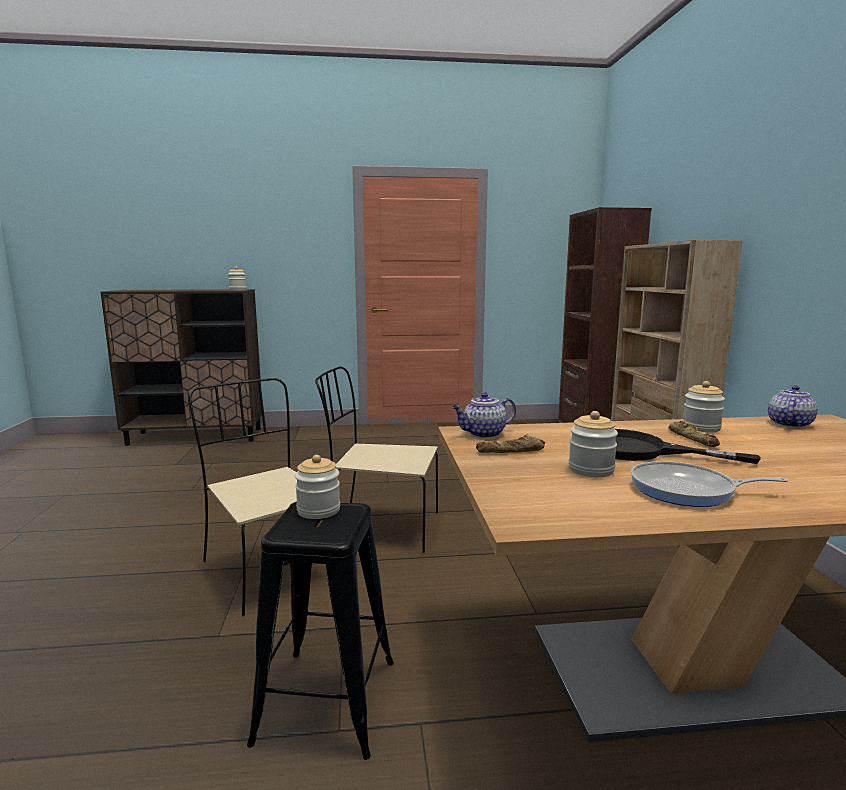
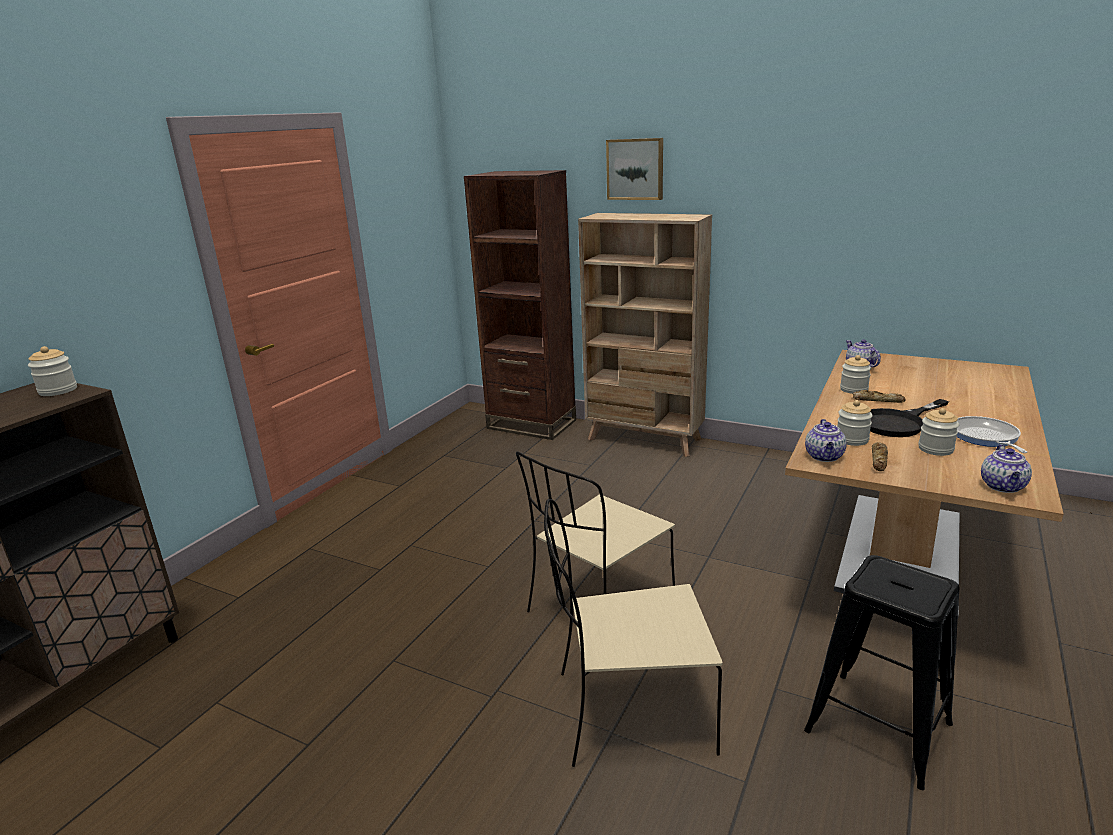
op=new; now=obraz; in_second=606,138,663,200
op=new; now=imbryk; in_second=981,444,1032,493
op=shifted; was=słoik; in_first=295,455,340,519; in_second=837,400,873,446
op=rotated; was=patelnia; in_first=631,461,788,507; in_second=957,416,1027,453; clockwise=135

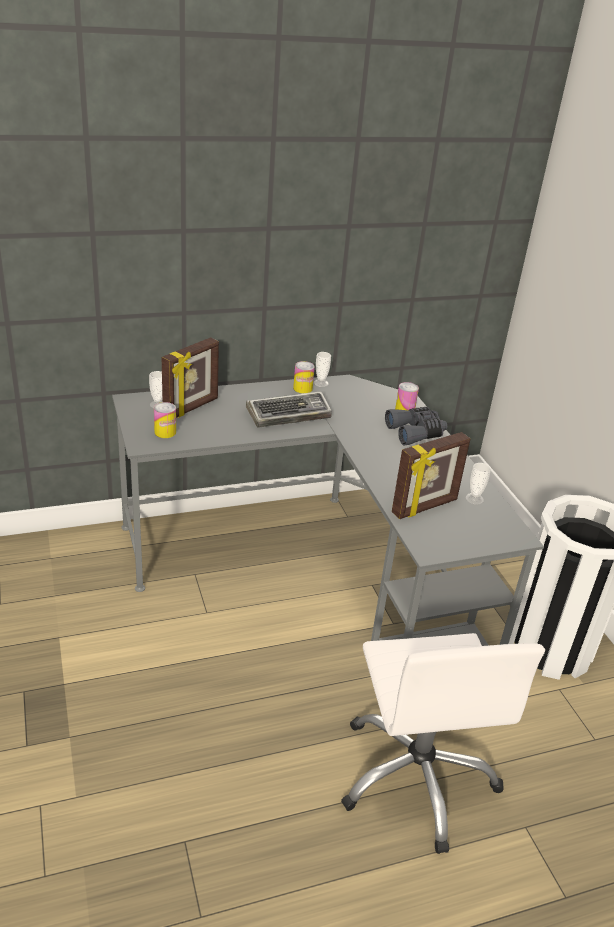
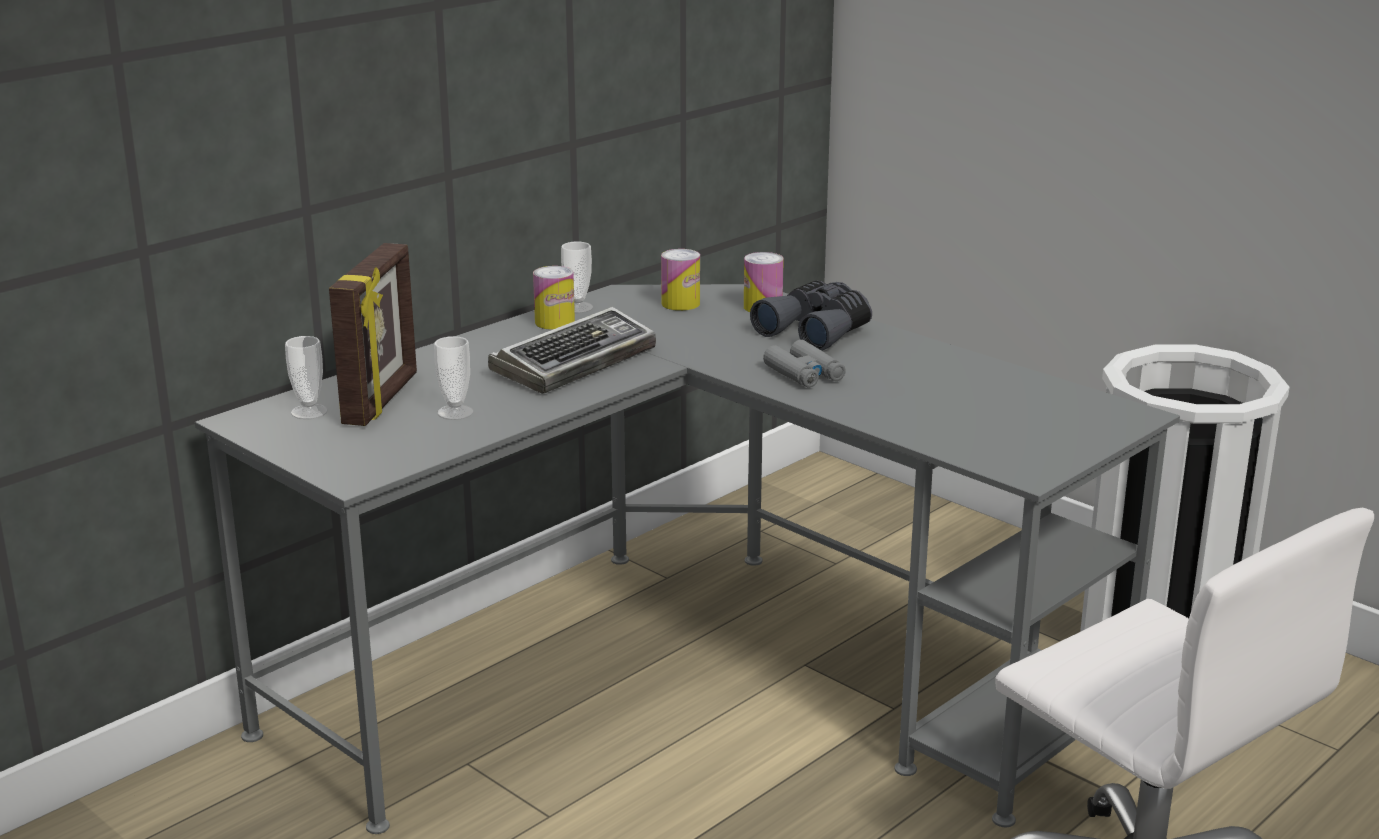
op=gone; was=ramka na zdjęcie; in_first=392,432,470,519
op=new; now=lornetka/szary; in_second=763,340,846,388
op=shifted; was=puszka; in_first=154,402,176,438; in_second=661,249,700,311
op=shifted; was=filiżanka; in_first=465,463,491,505; in_second=434,336,474,420

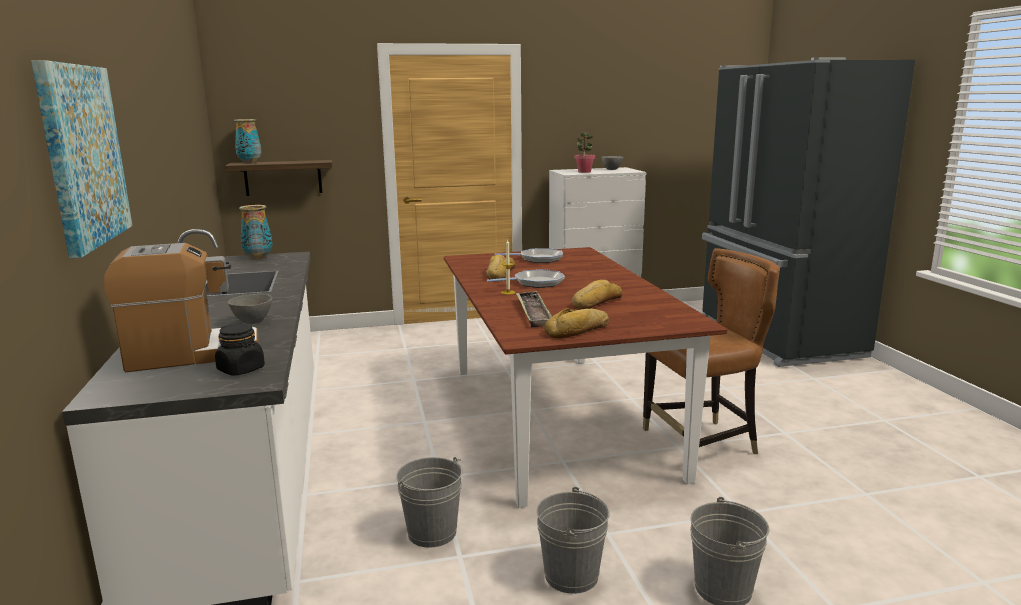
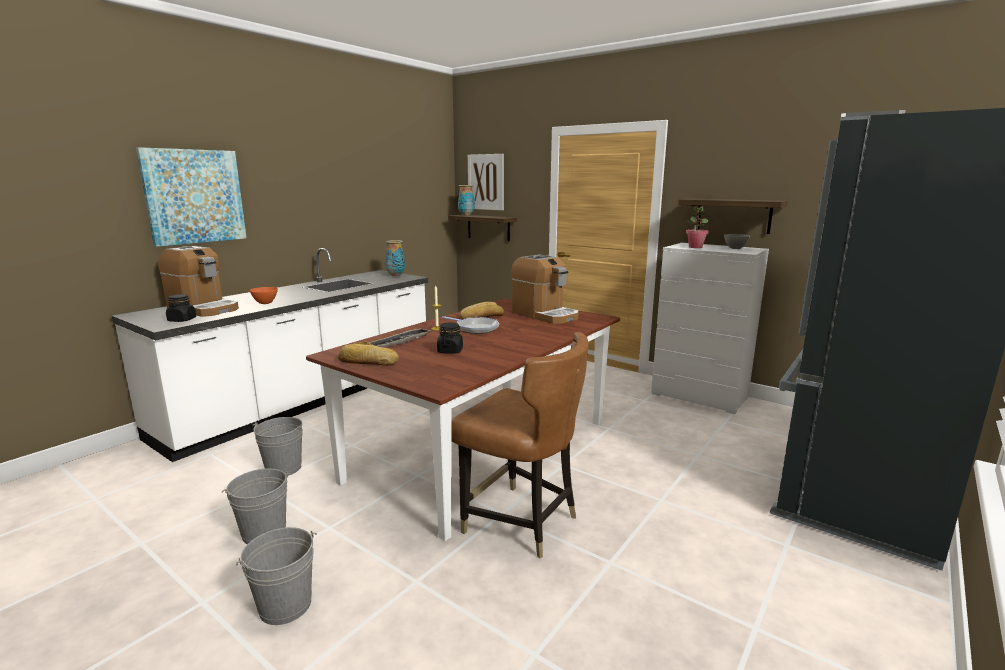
op=new; now=obraz; in_second=468,154,504,210
op=new; now=półka; in_second=678,198,788,234
op=swapped; was=patelnia; now=ekspres do kawy; in_first=495,248,563,263; in_second=511,255,579,324
op=swapped; was=chleb; now=słoik/czarny; in_first=572,280,622,309; in_second=437,322,463,354
op=repainted; was=miska/szary; now=miska/pomarańczowy; in_first=228,294,272,324; in_second=250,287,278,304

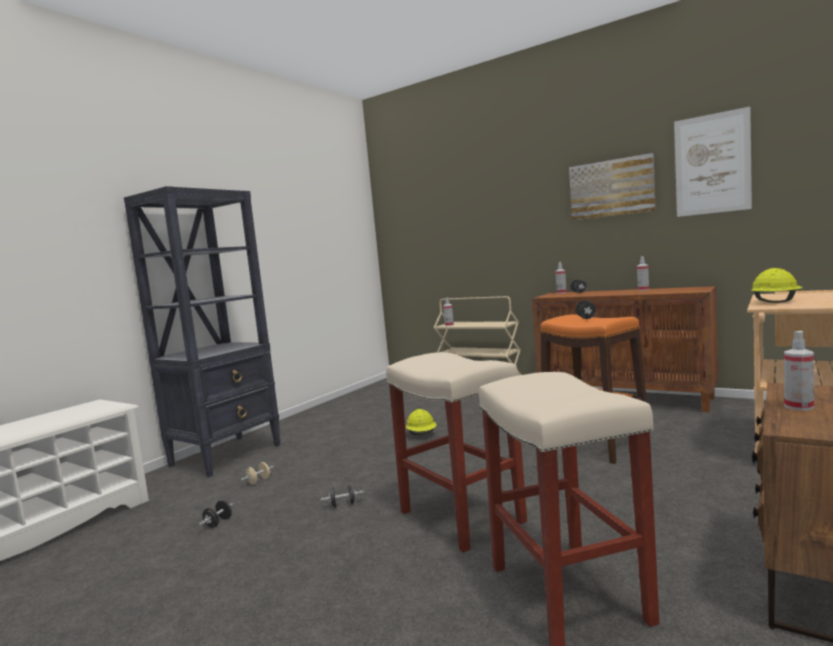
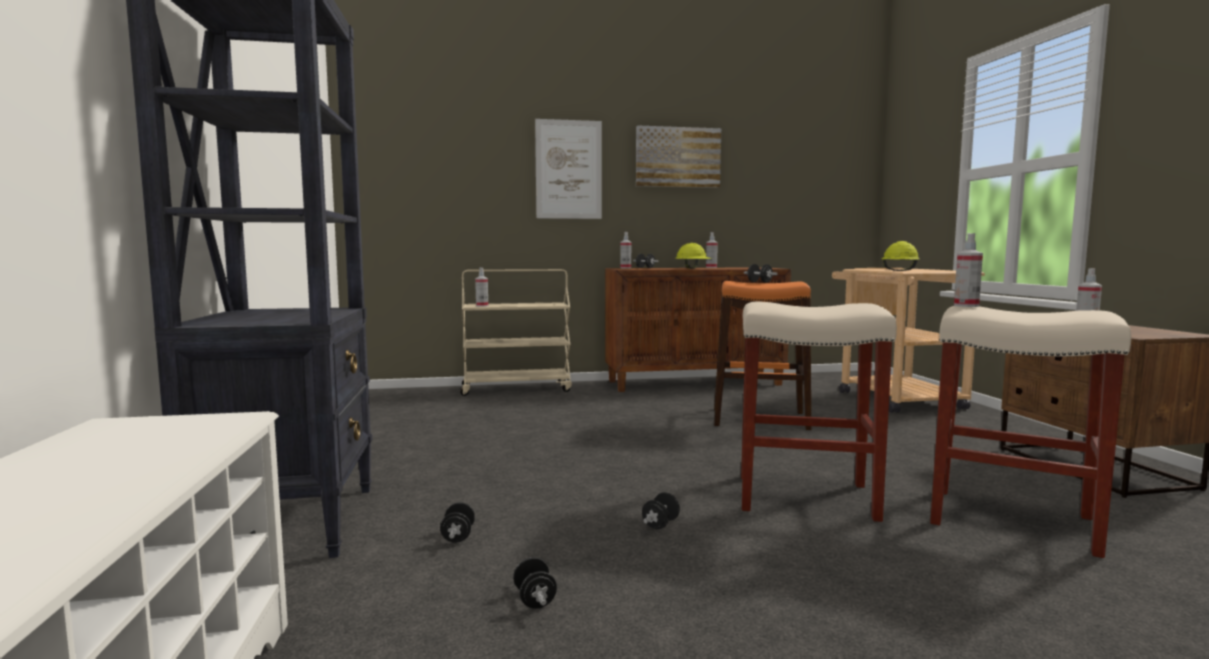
op=new; now=spryskiwacz; in_second=954,233,983,307
op=shifted; was=kask/żółty; in_first=406,409,437,435; in_second=675,243,712,269
op=shifted; was=obraz; in_first=674,107,752,217; in_second=535,119,602,219
op=repainted; was=hantel/beżowy; now=hantel/czarny; in_first=240,462,274,484; in_second=440,502,475,543

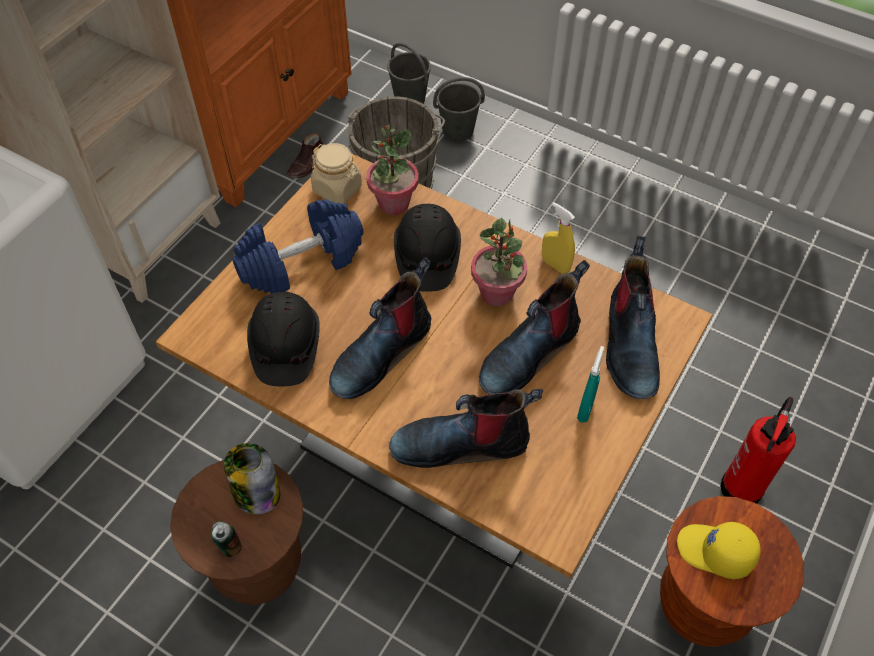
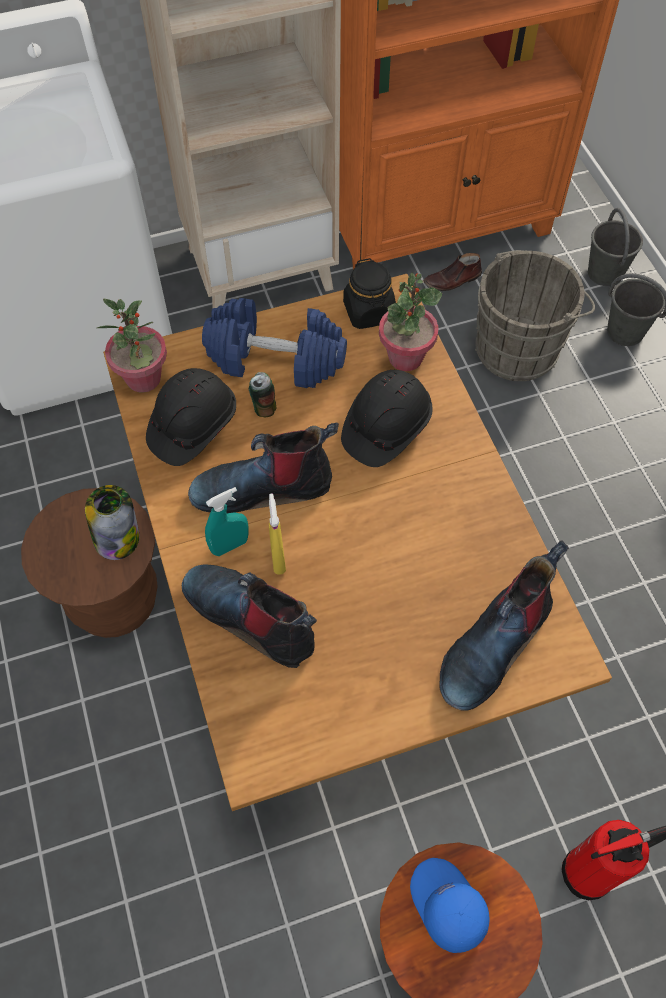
op=gone; was=but z cholewką; in_first=479,260,590,395
op=shifted; was=puszka; in_first=211,521,242,557; in_second=249,372,276,417
op=shifted; was=roślina doniczkowa; in_first=471,218,527,306; in_second=97,298,167,393
op=shifted; was=spryskiwacz/żółty; in_first=542,202,575,274; in_second=269,493,286,575
op=shifted; was=spryskiwacz/turkusowy; in_first=577,346,604,423; in_second=205,487,248,556
op=repainted; was=słoik/beżowy; now=słoik/czarny; in_first=311,143,362,204; in_second=343,258,396,329
op=repainted; was=czapka z daszkiem/żółty; now=czapka z daszkiem/niebieski; in_first=677,522,761,579; in_second=410,858,490,953

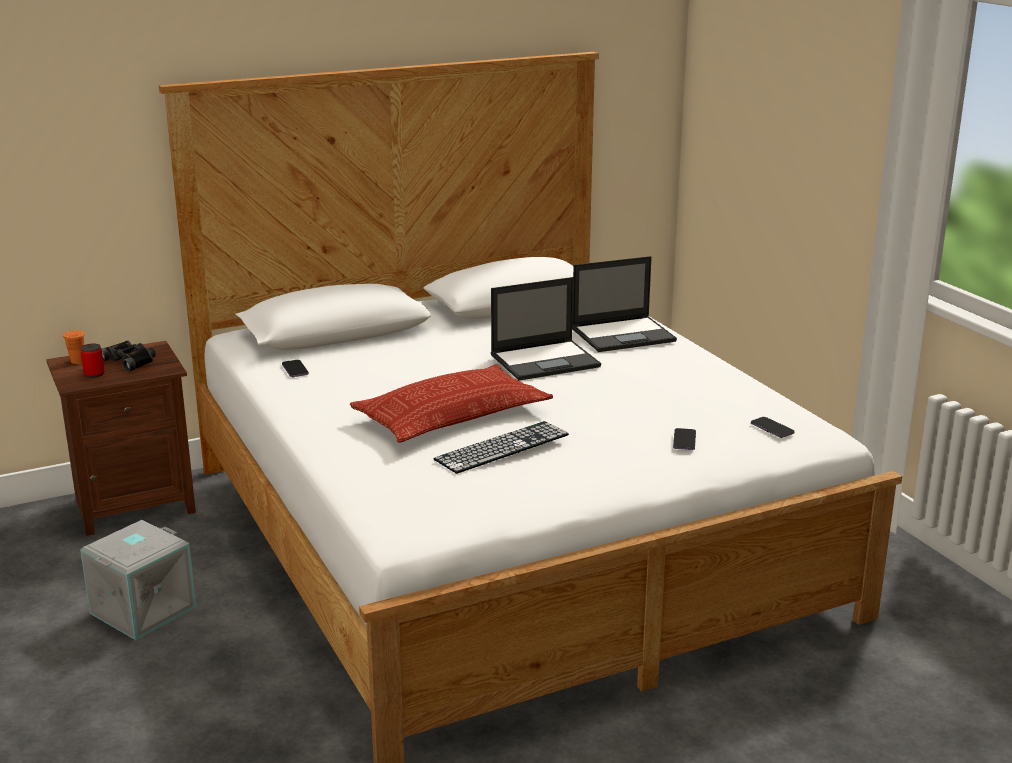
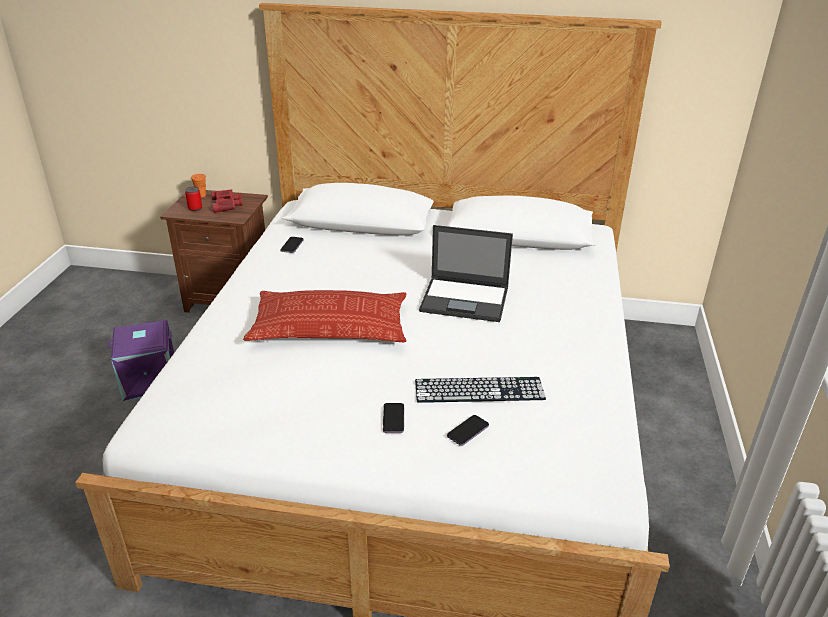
op=gone; was=laptop; in_first=572,256,677,352
op=shifted; was=klawiatura; in_first=433,421,569,474; in_second=415,377,546,403
op=shifted; was=telefon; in_first=751,417,795,438; in_second=383,403,404,433
op=repainted; was=pojemnik do przechowywania/szary; now=pojemnik do przechowywania/fioletowy; in_first=80,520,196,640; in_second=108,320,174,401
op=repainted; was=lornetka/czarny; now=lornetka/czerwony; in_first=102,340,156,372; in_second=211,189,243,213

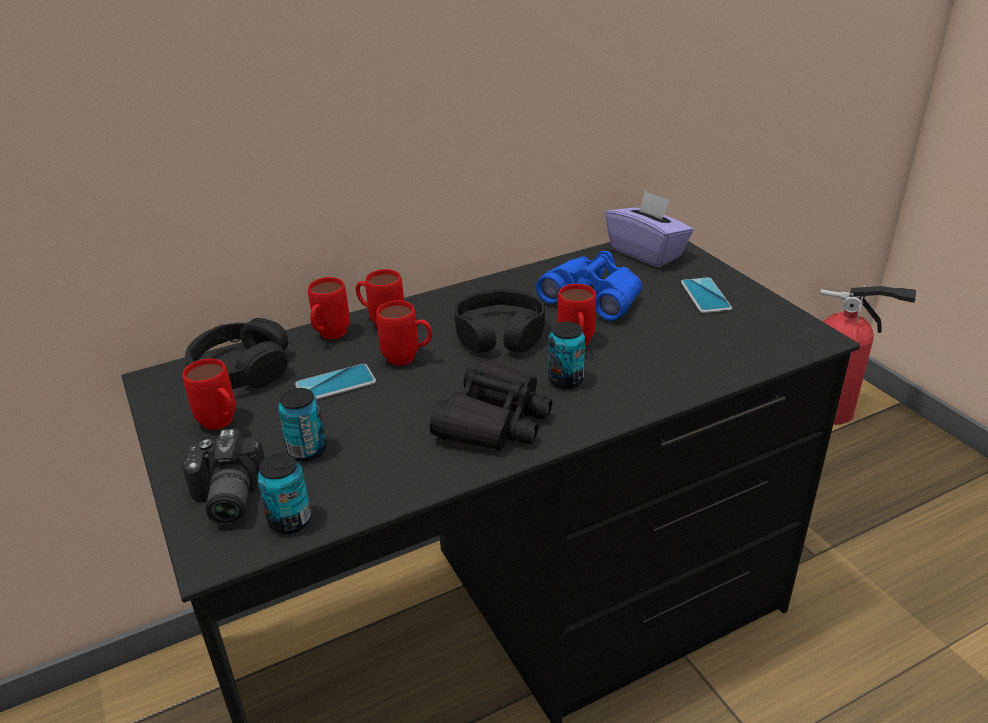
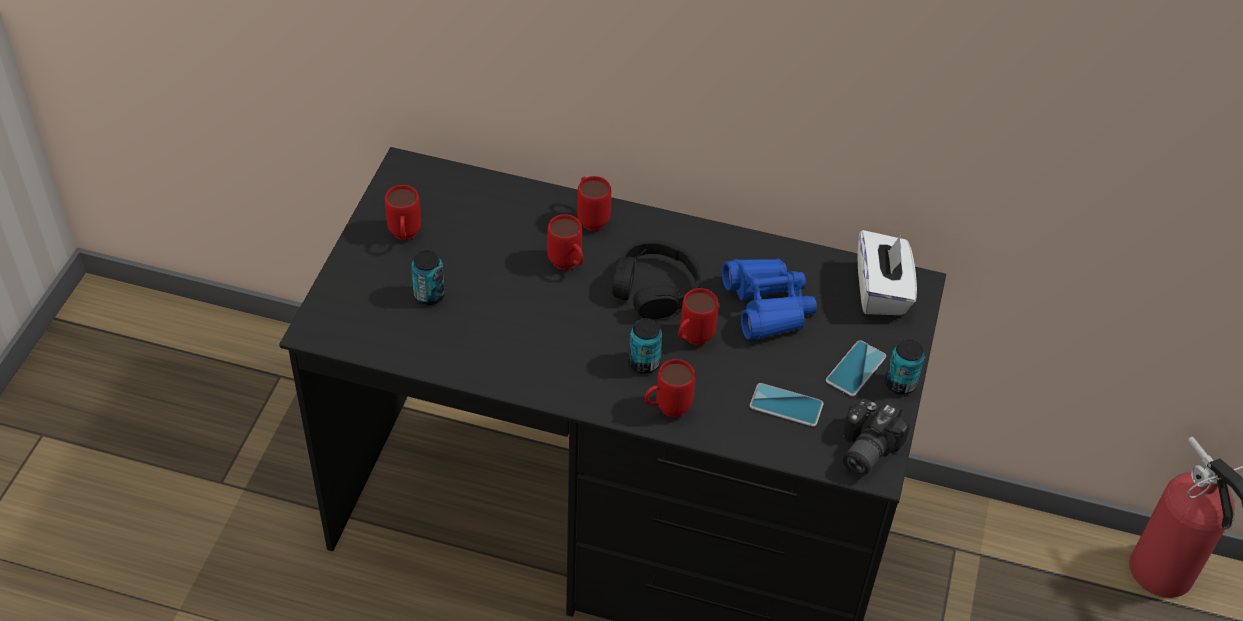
op=gone; was=słuchawki/czarny; in_first=185,318,288,390
op=gone; was=lornetka/czarny; in_first=430,356,552,451
op=shifted; was=aparat fotograficzny; in_first=182,428,265,525; in_second=843,398,910,476
op=shifted; was=puszka; in_first=257,453,312,534; in_second=885,339,925,395
op=shifted; was=telefon; in_first=295,364,376,399; in_second=750,383,824,427
op=shifted; was=kubek/czerwony; in_first=308,277,350,340; in_second=645,359,695,417
op=repainted; was=pudełko chusteczek/fioletowy; now=pudełko chusteczek/biały; in_first=605,191,693,268; in_second=858,230,917,315

